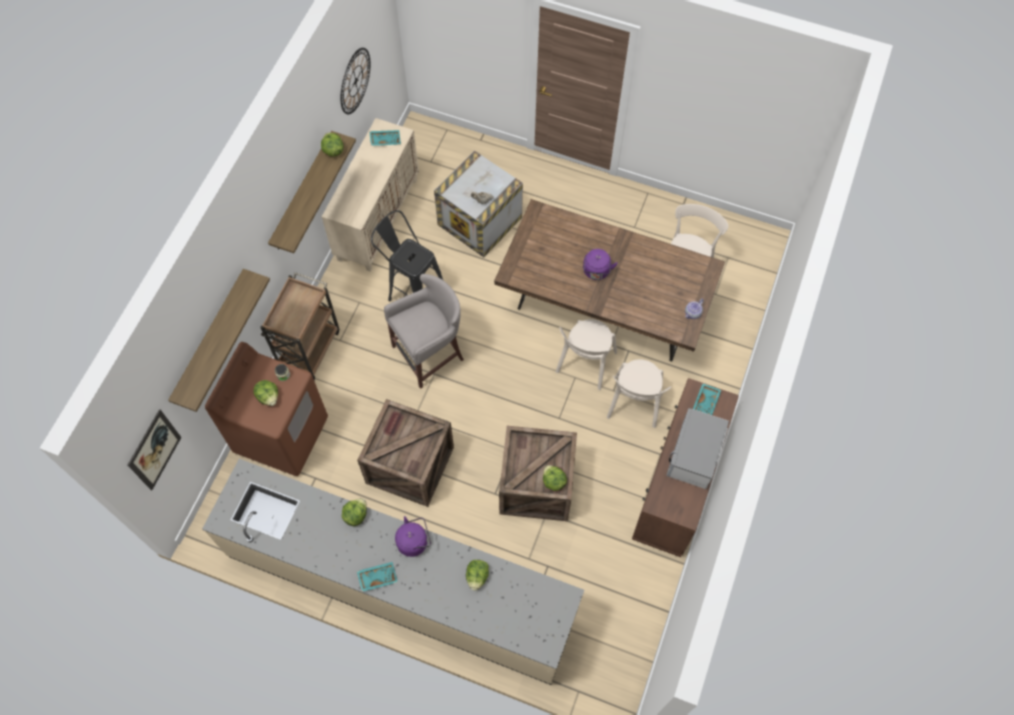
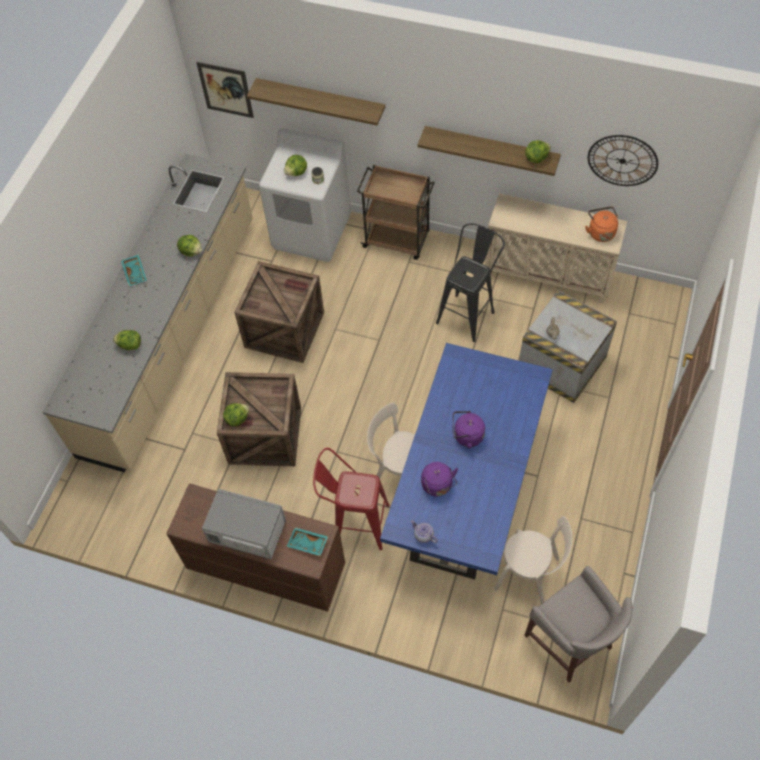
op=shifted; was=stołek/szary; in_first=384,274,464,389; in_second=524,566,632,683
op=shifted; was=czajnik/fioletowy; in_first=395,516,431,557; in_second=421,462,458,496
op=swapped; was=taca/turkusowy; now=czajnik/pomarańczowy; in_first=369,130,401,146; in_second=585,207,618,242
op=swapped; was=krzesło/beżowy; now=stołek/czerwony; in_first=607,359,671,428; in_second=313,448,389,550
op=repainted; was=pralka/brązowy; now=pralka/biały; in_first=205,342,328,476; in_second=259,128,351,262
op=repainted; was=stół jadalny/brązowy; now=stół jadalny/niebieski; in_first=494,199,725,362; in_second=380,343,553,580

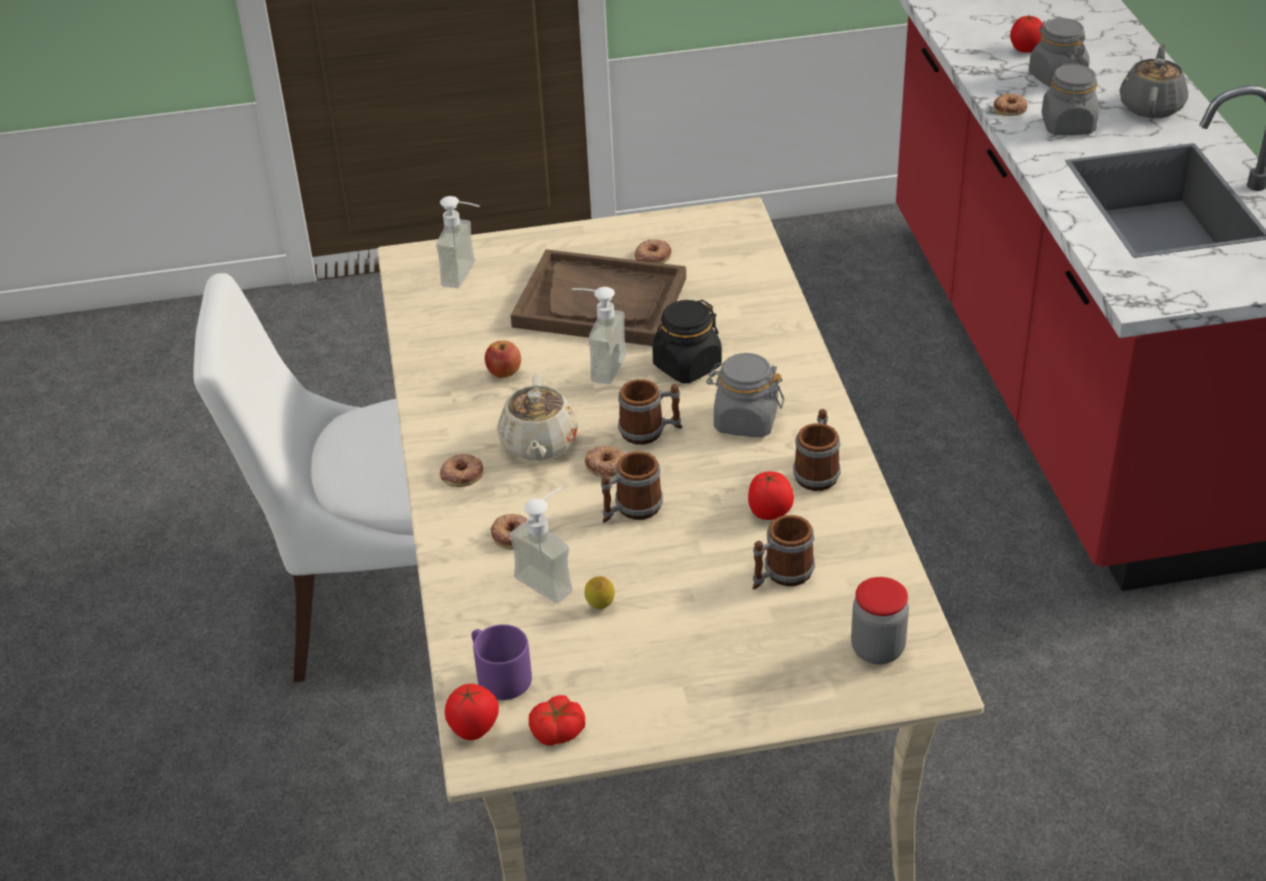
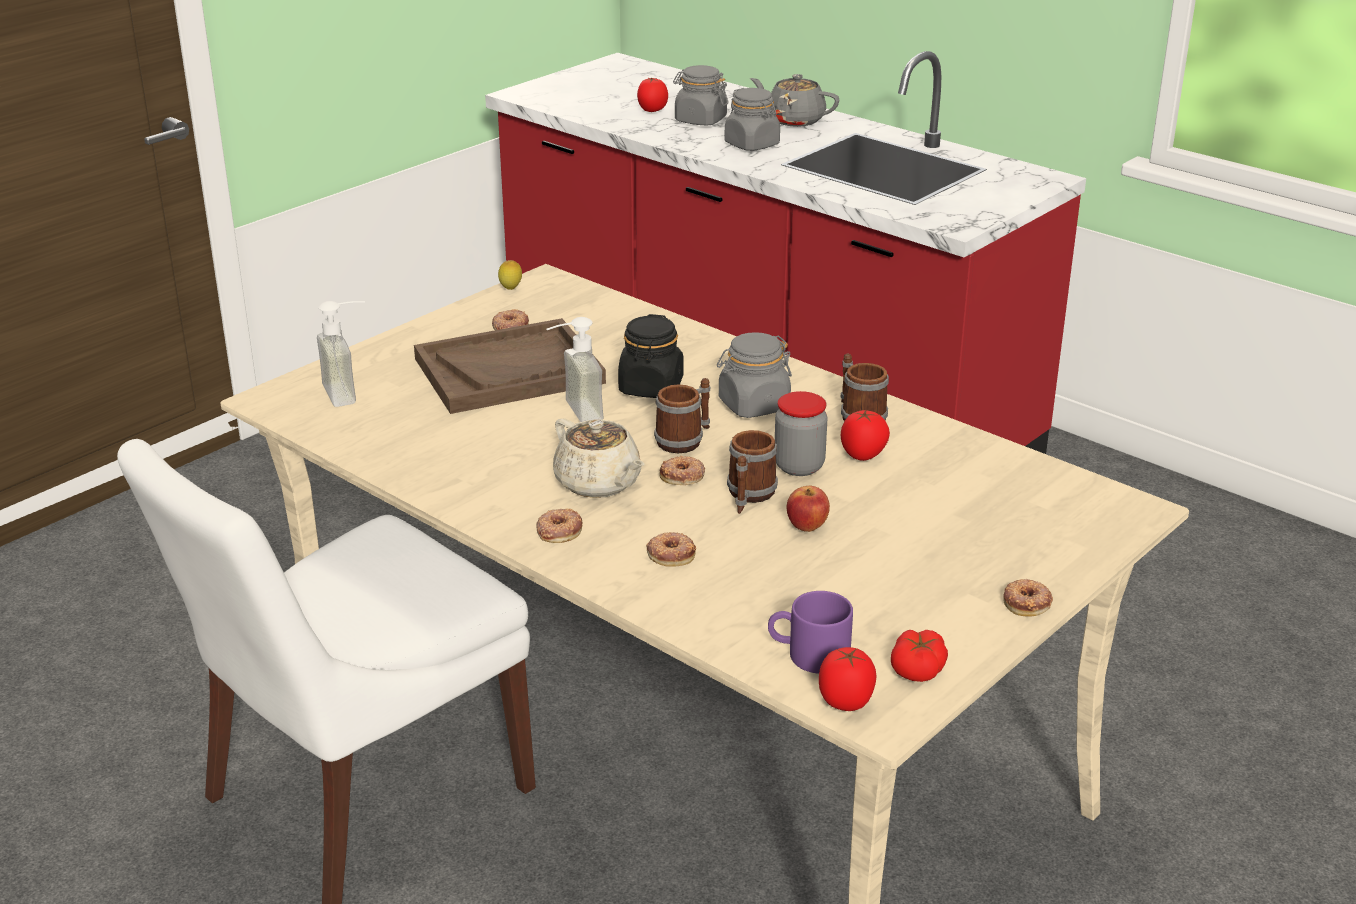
op=gone; was=dozownik mydła; in_first=510,486,573,603
op=gone; was=kubek; in_first=753,515,815,590
op=shifted; was=jabłko; in_first=485,341,521,378; in_second=787,486,830,532
op=shifted; was=cytryna; in_first=585,576,615,609; in_second=498,260,522,290
op=shifted; was=słoik; in_first=851,577,909,664; in_second=775,391,828,476
op=shifted; was=donut; in_first=994,94,1027,116; in_second=1003,579,1053,617
op=rotated; was=imbryk/szary; in_first=1120,44,1188,118; in_second=750,74,839,127; clockwise=-45

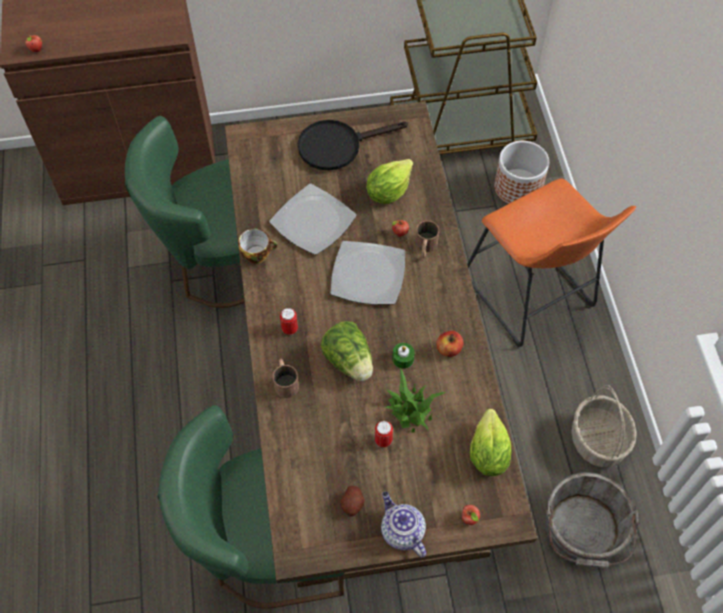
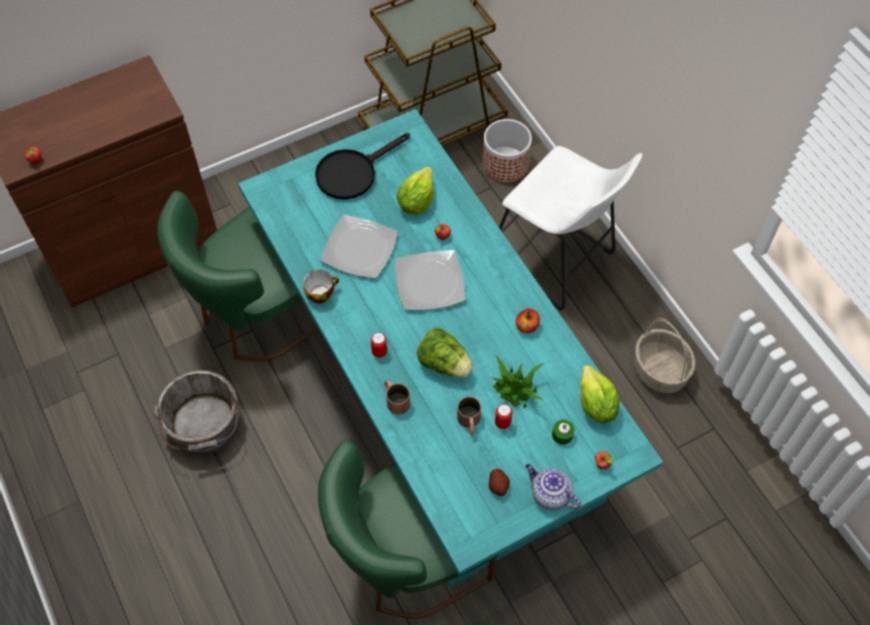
op=shifted; was=świeca/zielony; in_first=392,343,415,369; in_second=552,420,575,445
op=shifted; was=kubek/brązowy; in_first=415,221,439,258; in_second=457,396,481,435
op=shifted; was=wiadro/szary; in_first=545,472,639,568; in_second=154,370,238,455
op=repainted; was=stół jadalny/brązowy; now=stół jadalny/turkusowy; in_first=225,101,537,588; in_second=238,109,663,588
op=repainted; was=stołek/pomarańczowy; now=stołek/biały; in_first=467,178,636,348; in_second=499,146,642,311

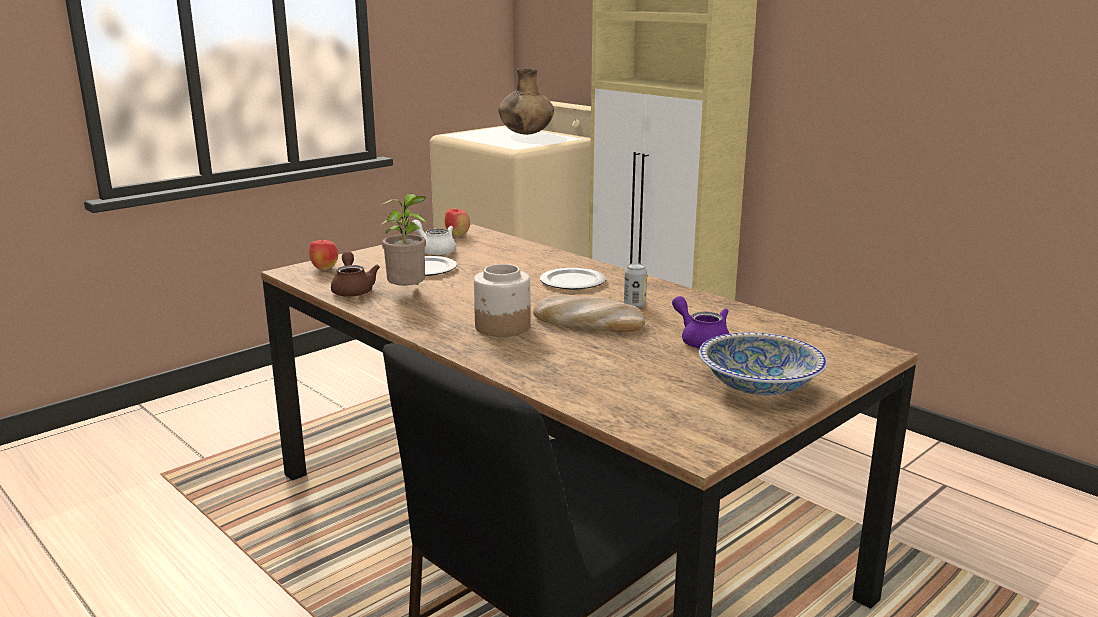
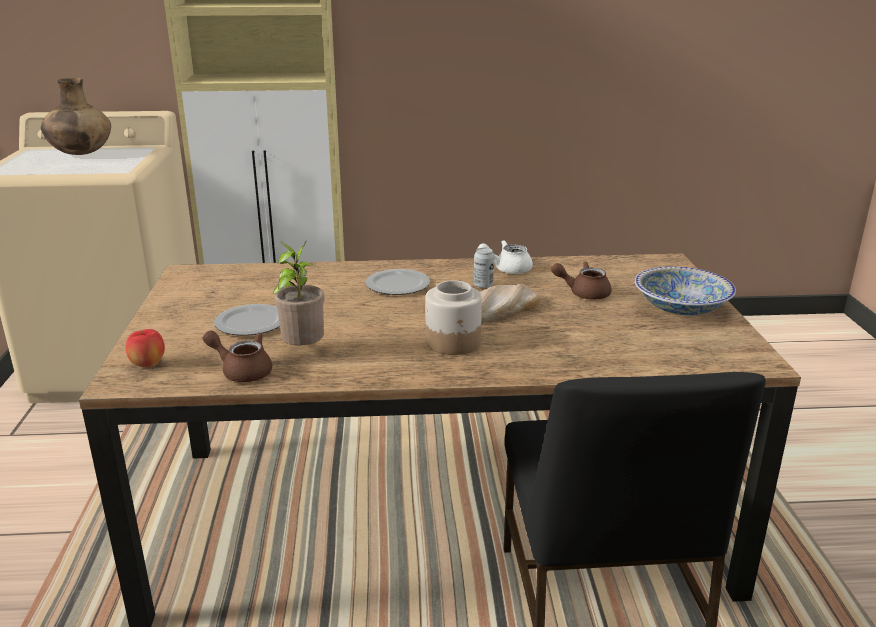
op=gone; was=jabłko; in_first=444,209,470,236
op=shifted; was=imbryk/biały; in_first=412,220,456,256; in_second=477,240,533,274
op=repainted; was=imbryk/fioletowy; now=imbryk/brązowy; in_first=672,296,729,348; in_second=551,262,612,300

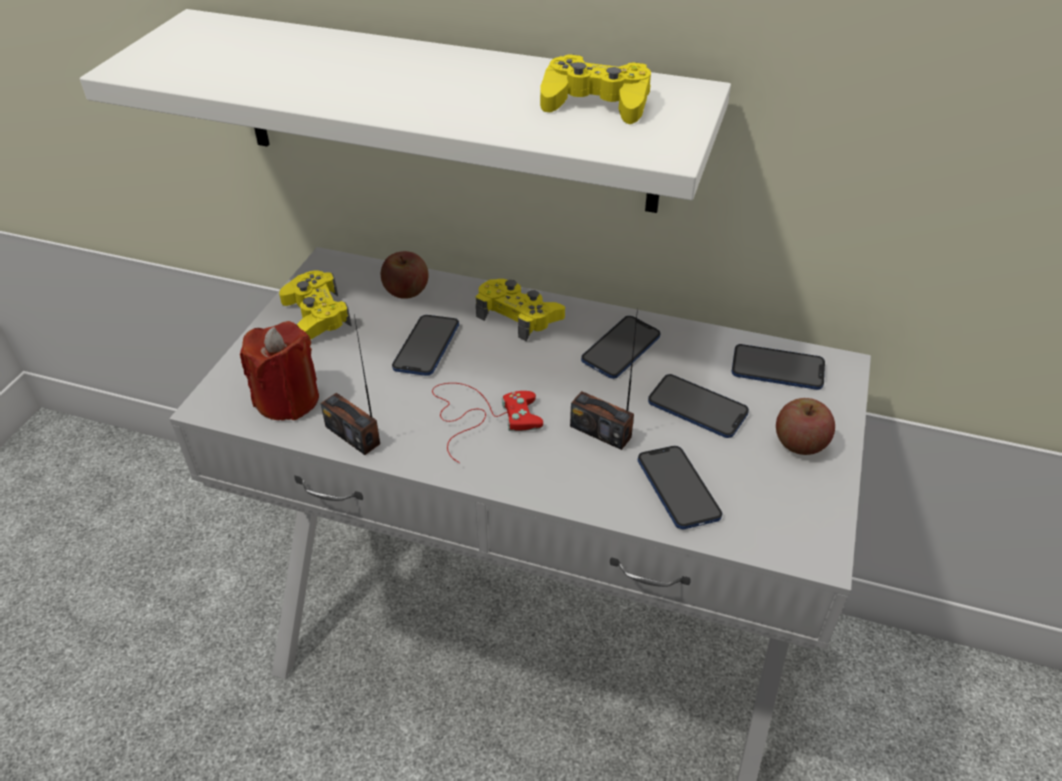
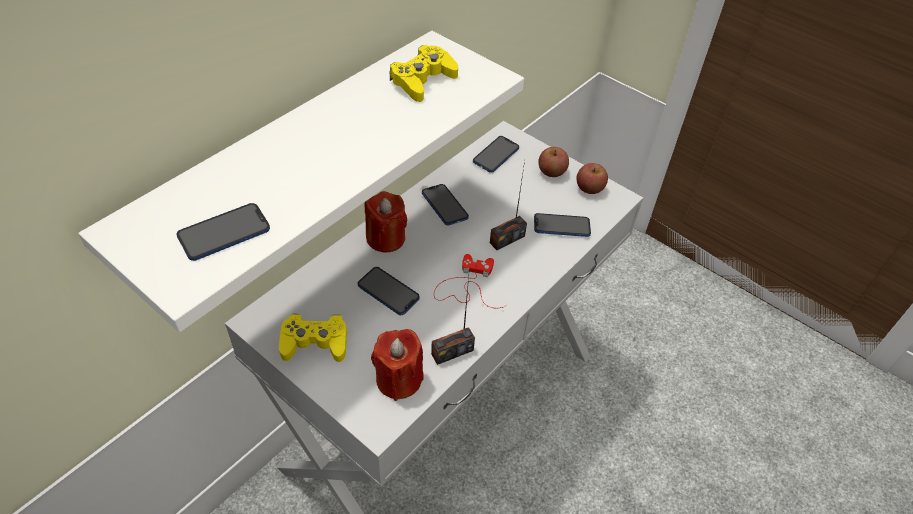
op=shifted; was=jabłko; in_first=381,251,429,299; in_second=576,163,608,194
op=shifted; was=telefon; in_first=648,374,749,438; in_second=177,203,270,261
op=swapped; was=pad do gier/żółty; now=świeca/czerwony; in_first=476,279,565,341; in_second=364,191,407,252

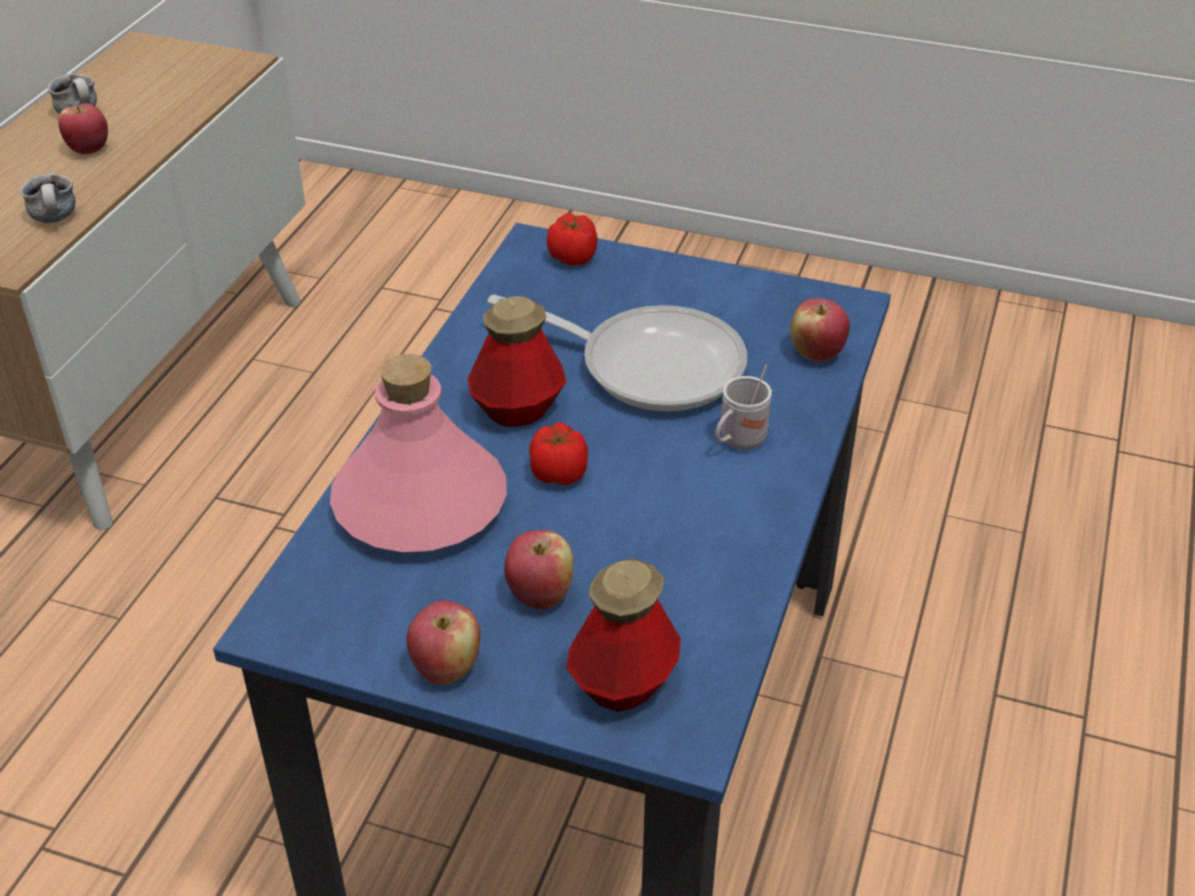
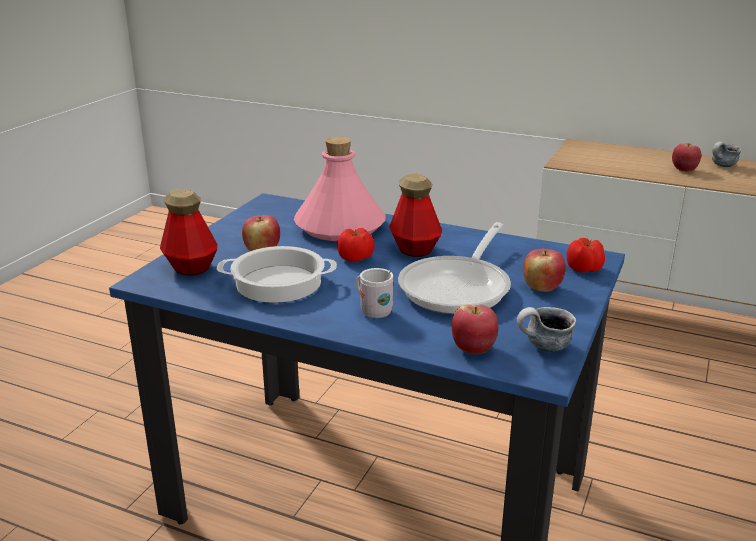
op=new; now=garnek; in_second=217,246,337,303
op=shifted; was=kubek; in_first=20,173,75,223; in_second=517,307,576,352
op=shifted; was=jabłko; in_first=406,601,480,685; in_second=523,249,565,292

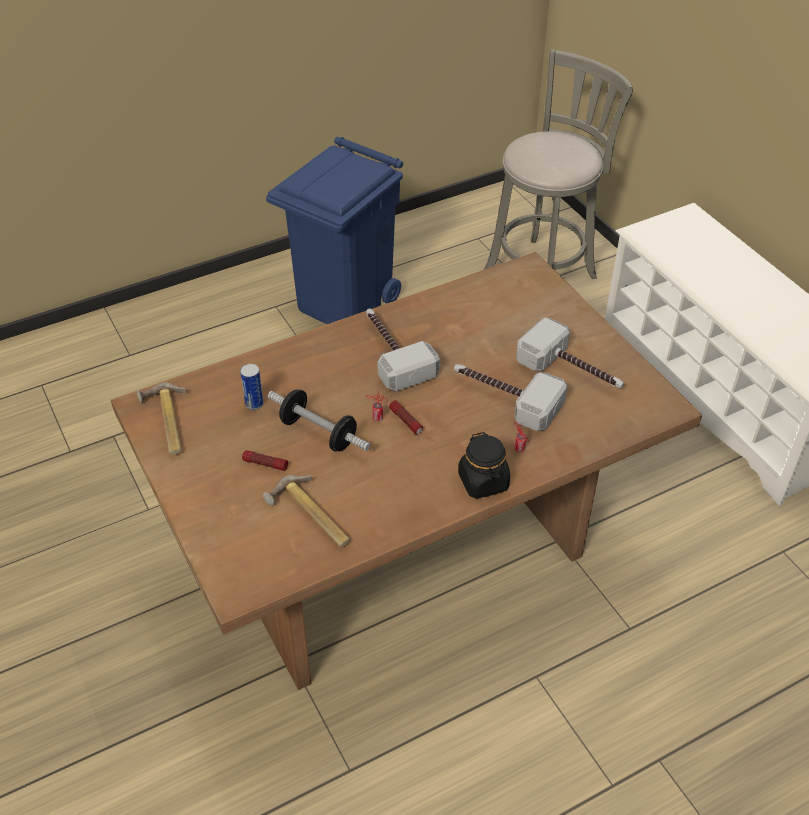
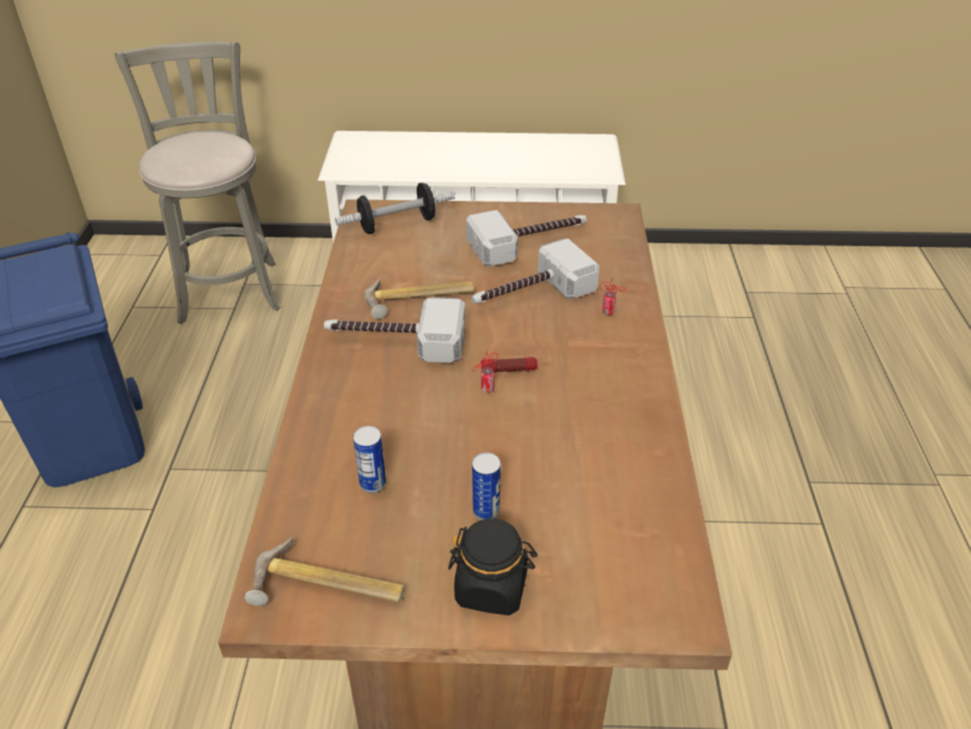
op=shifted; was=młotek; in_first=263,475,350,547; in_second=365,278,474,319
op=shifted; was=hantel; in_first=267,390,370,451; in_second=335,183,455,234
op=shifted; was=słoik/czarny; in_first=458,432,510,499; in_second=448,519,537,615
op=swapped; was=latarka; now=puszka; in_first=242,450,288,471; in_second=472,453,501,520

